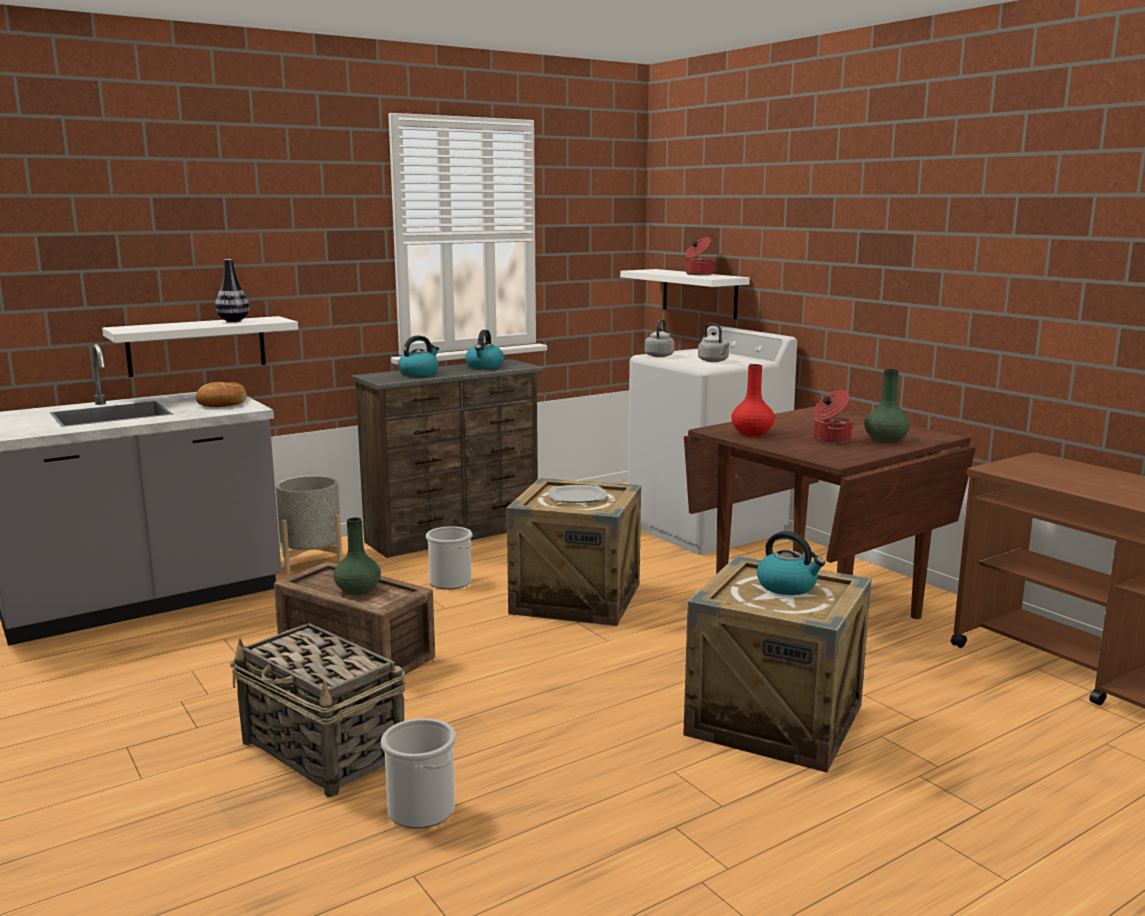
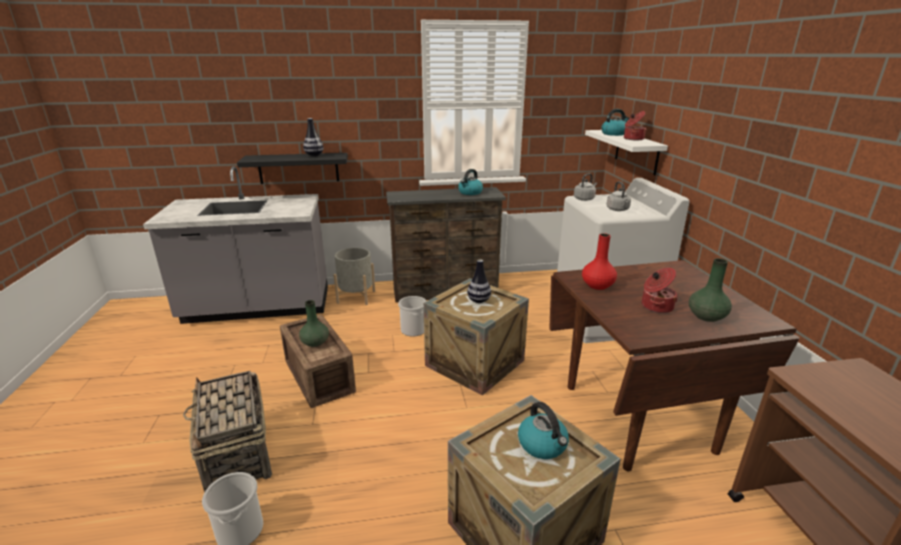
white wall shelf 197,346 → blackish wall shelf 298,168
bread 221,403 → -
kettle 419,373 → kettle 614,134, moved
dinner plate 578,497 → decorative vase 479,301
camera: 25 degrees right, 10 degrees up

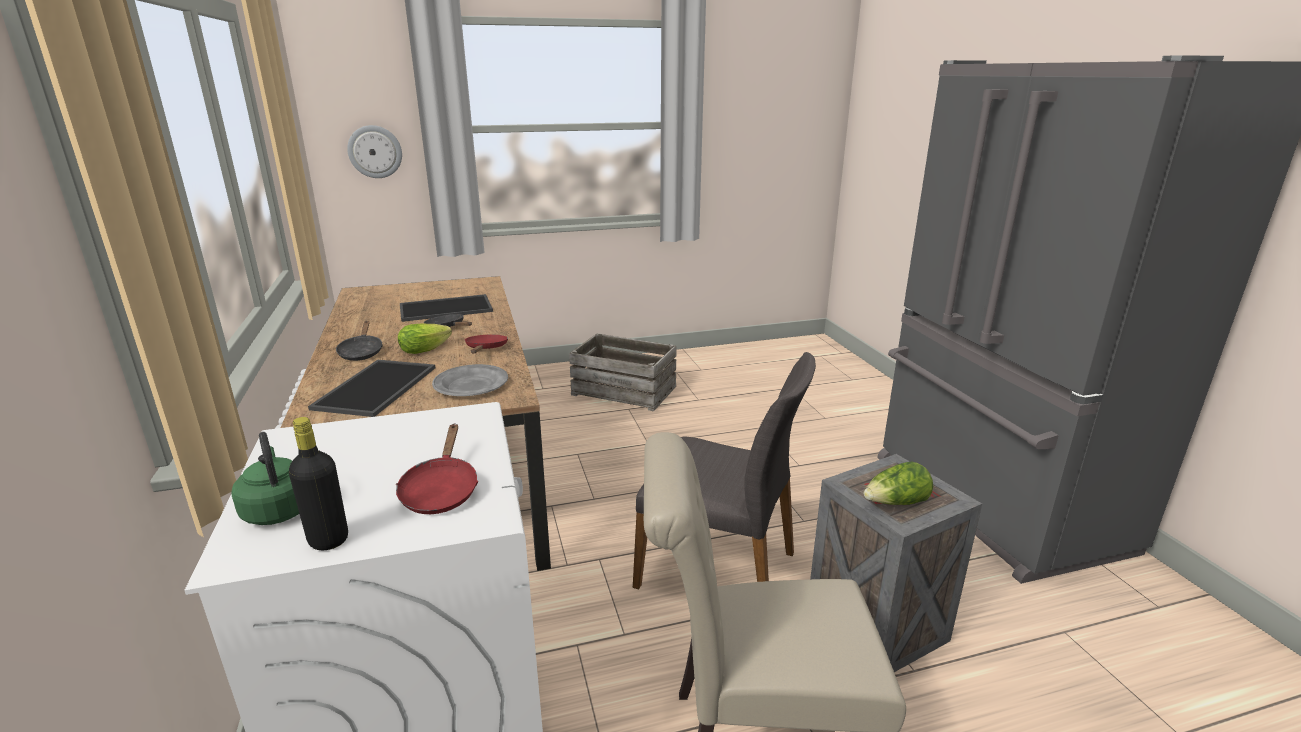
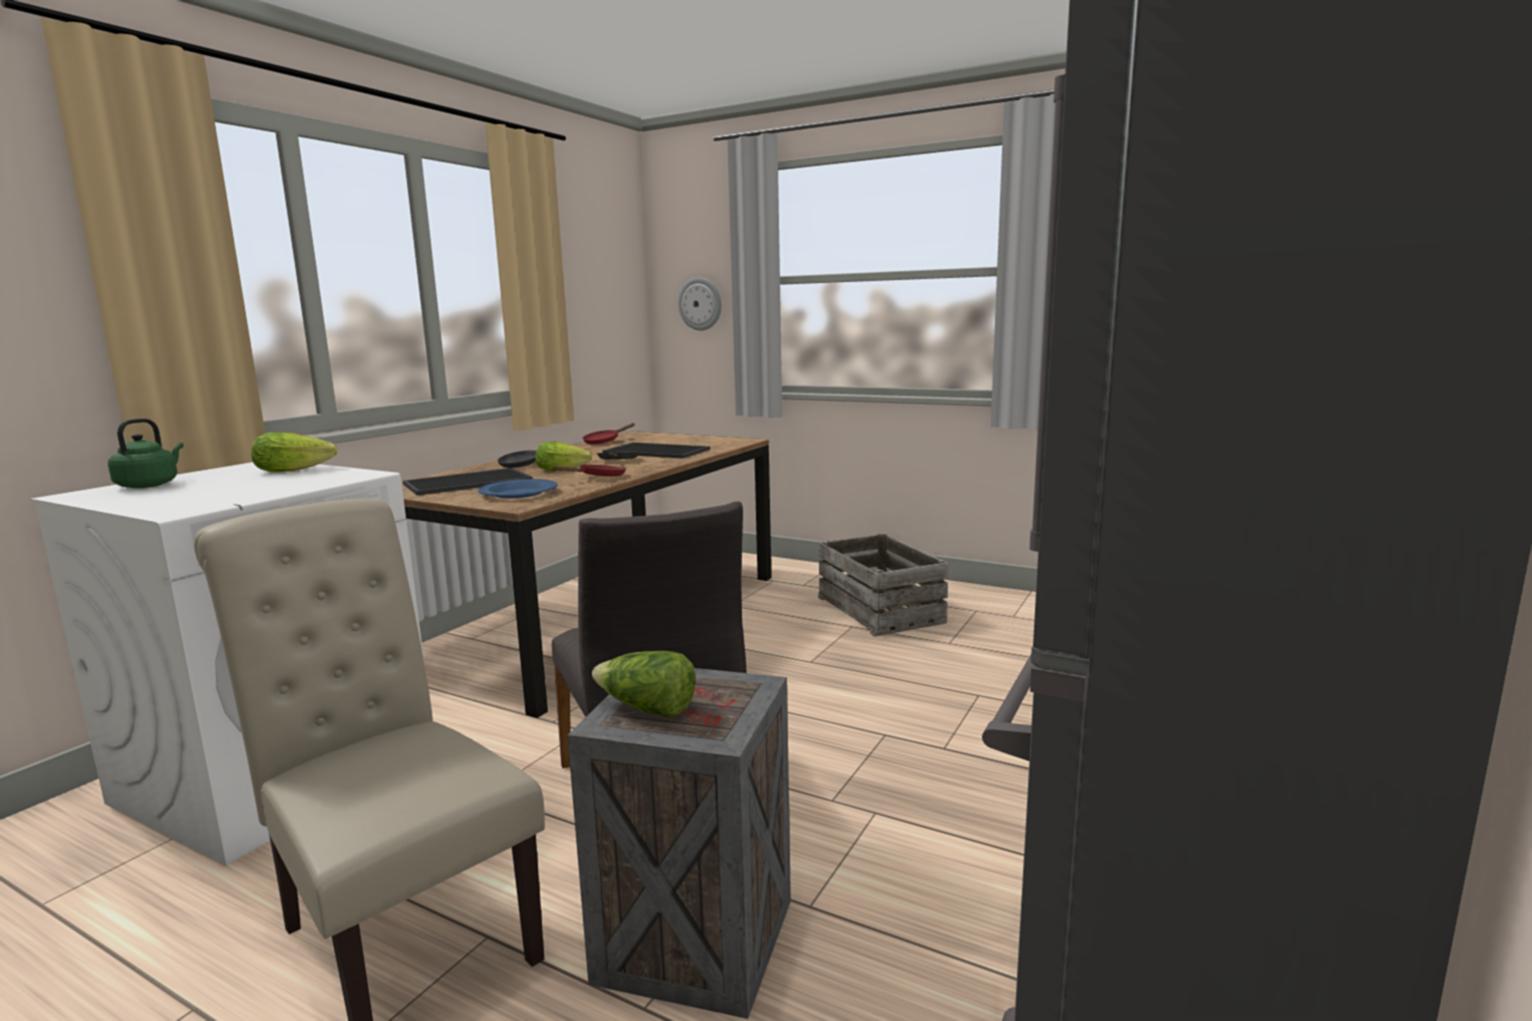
blackish bottle 328,539 → -
red skillet 441,490 → red skillet 604,442, moved
grey dinner plate 470,385 → bluish dinner plate 518,493
- → head of lettuce 298,470
camera: 45 degrees right, 10 degrees down

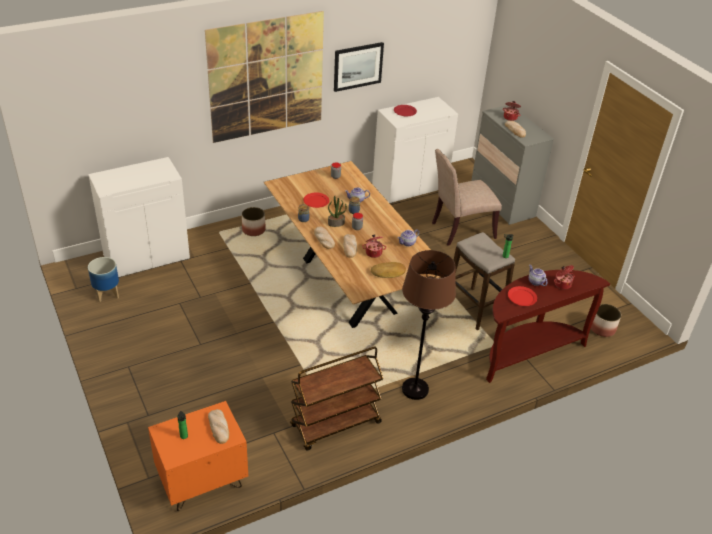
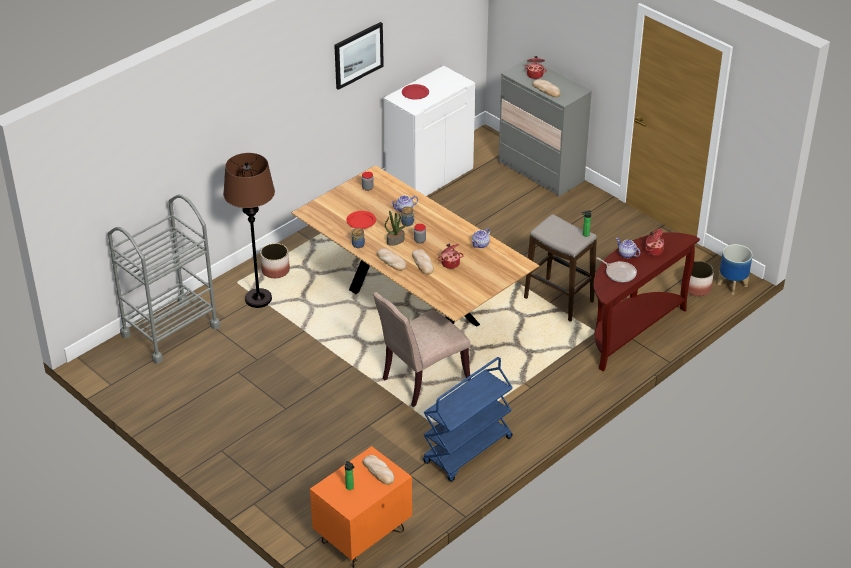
white storage cabinet 147,257 → grey cart 170,330
planter 106,294 → planter 732,285, moved
wall art 267,77 → -
brownish cart 335,425 → bluish cart 467,451
bread 388,272 → -
brownish standard lamp 415,389 → brownish standard lamp 258,299, moved
beige-coloured chair 460,230 → beige-coloured chair 422,380, moved
red dinner plate 522,297 → skillet 619,273
camera: 15 degrees left, 0 degrees up

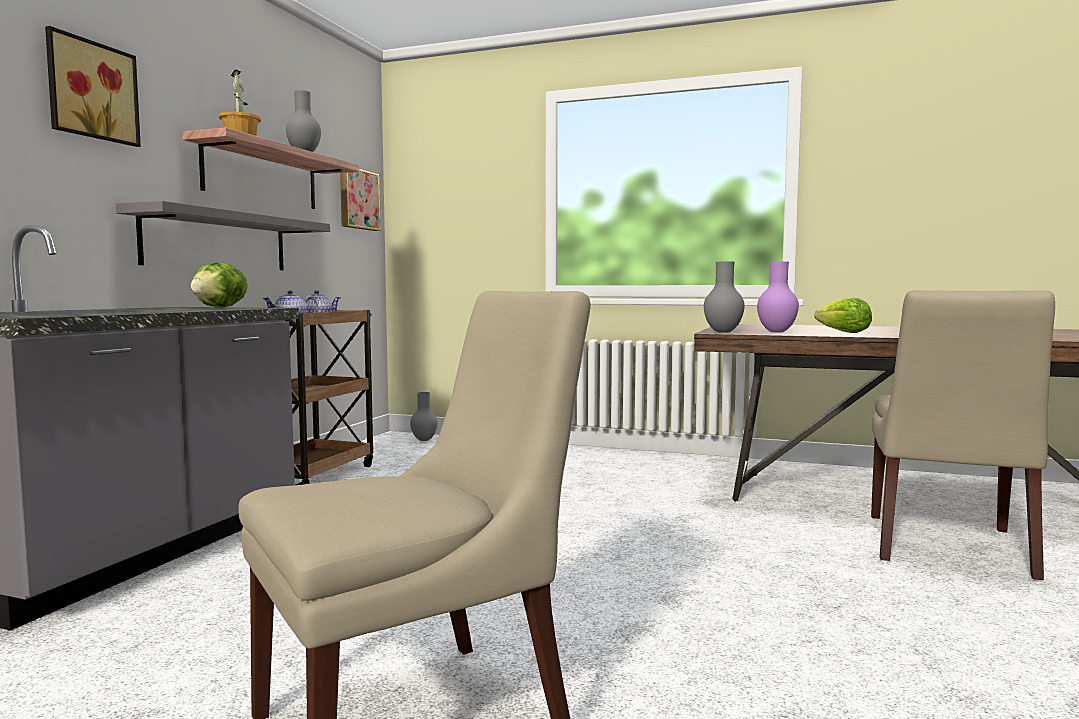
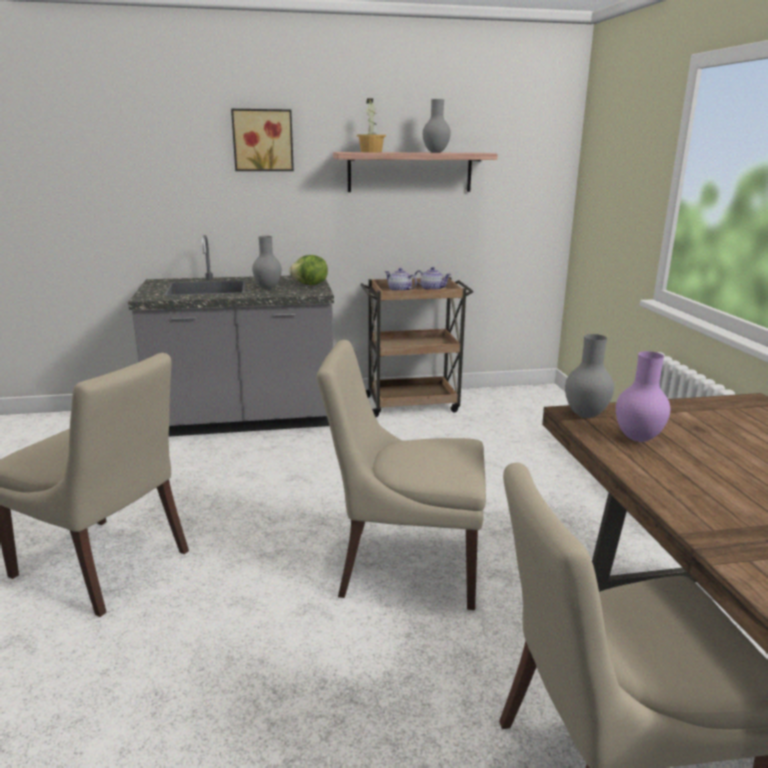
grey wall shelf 218,242 → -
wall art 357,199 → -
grey decorative vase 424,440 → grey decorative vase 268,288, moved
head of lettuce 843,332 → -
- → beige-coloured chair 403,566
camera: 60 degrees right, 15 degrees up

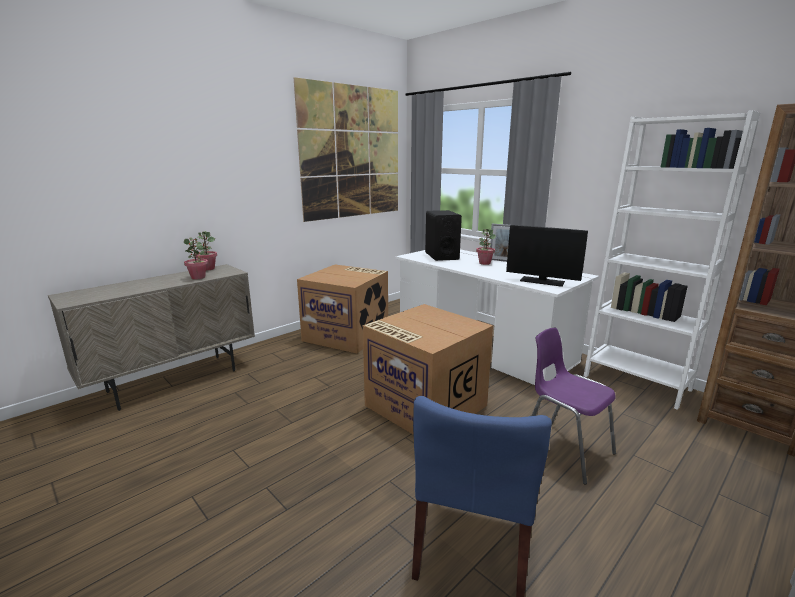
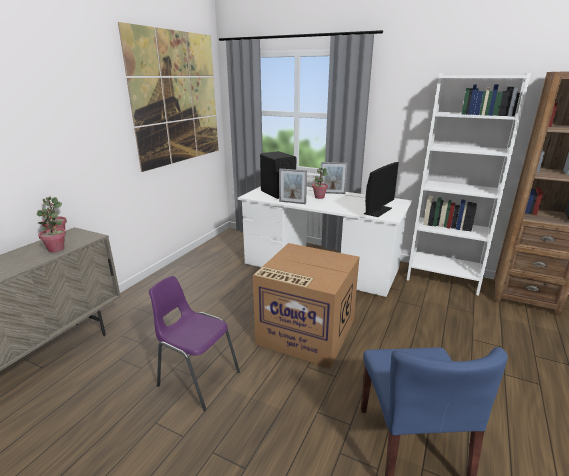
cardboard box 347,335 → -
computer screen 542,281 → computer screen 378,211, 60 degrees counterclockwise
purplish chair 564,449 → purplish chair 197,378, moved
- → photo frame 292,202
camera: 20 degrees left, 5 degrees up

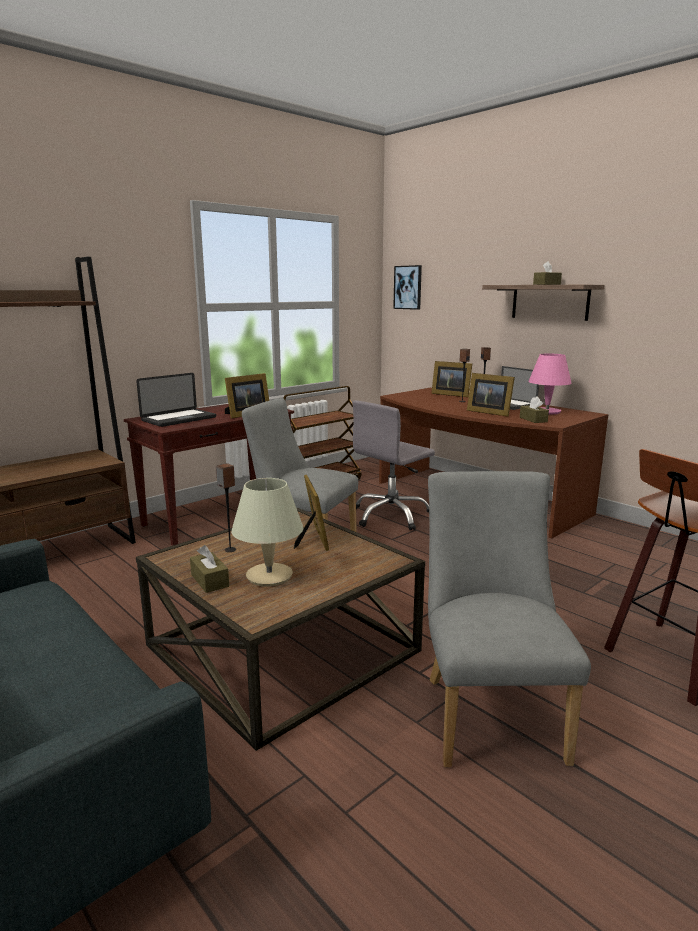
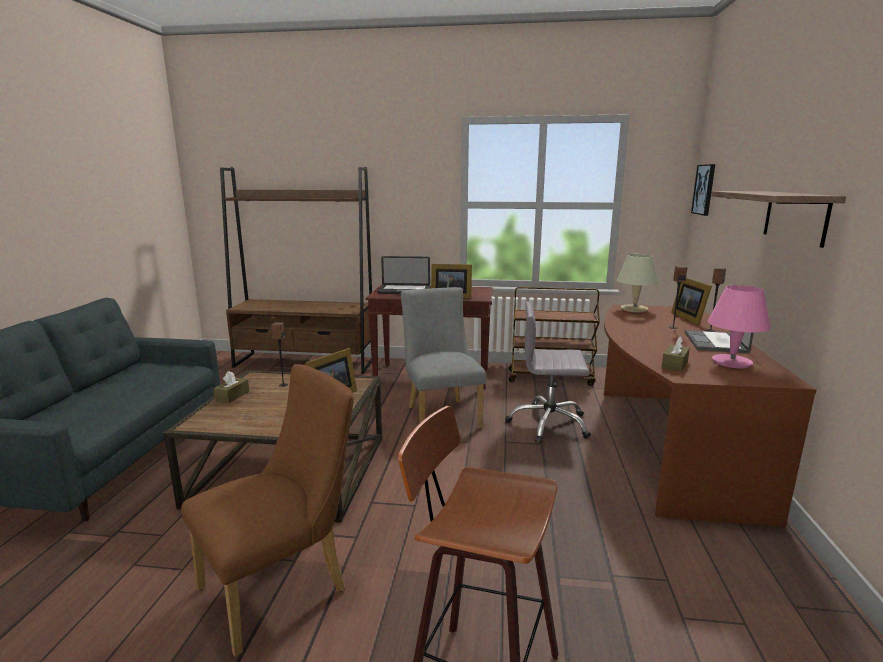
beige-coloured table lamp 269,576 → beige-coloured table lamp 634,309, moved
grey chair 489,711 → brownish chair 283,585
photo frame 488,412 → -
brownish box of tissues 546,284 → -
camera: 50 degrees right, 0 degrees up

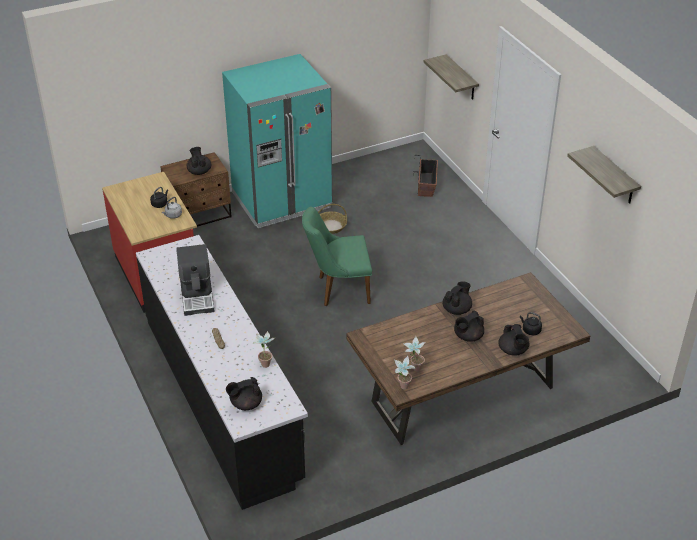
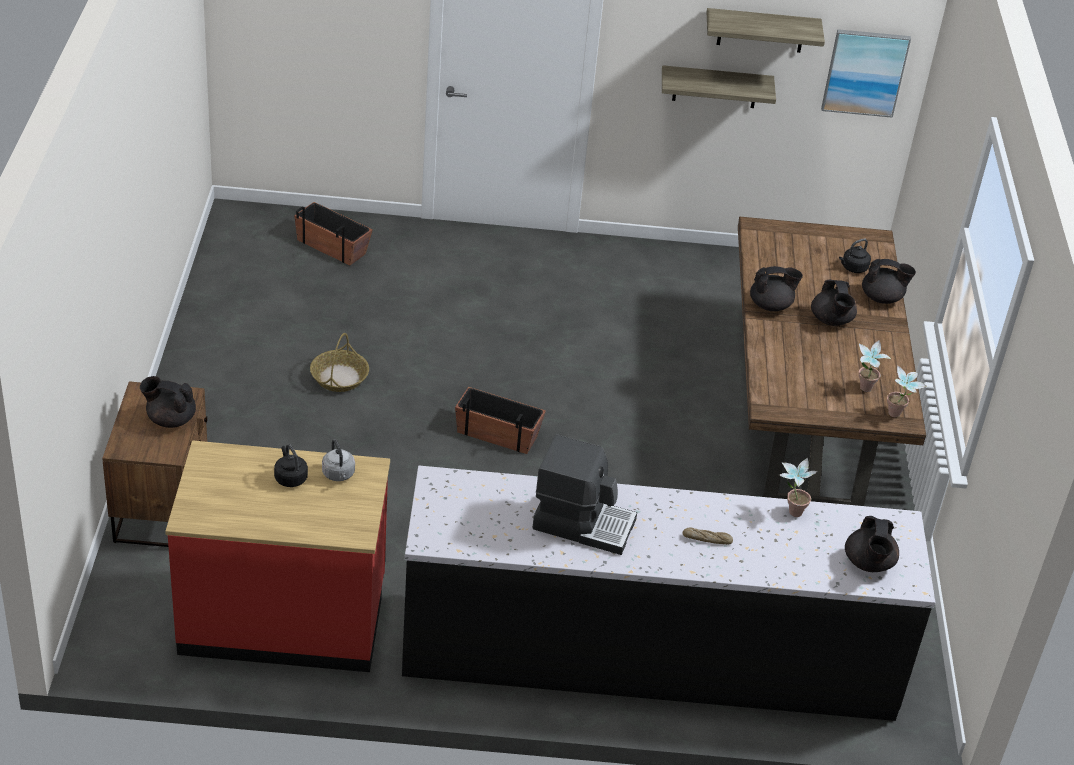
blue-green refrigerator 282,201 → -
green-coloured chair 338,289 → planter 497,434
wall shelf 461,78 → wall shelf 715,87, moved
blackish tea pot 457,309 → blackish tea pot 771,305, 105 degrees clockwise
- → wall art 865,72
camera: 65 degrees left, 0 degrees up

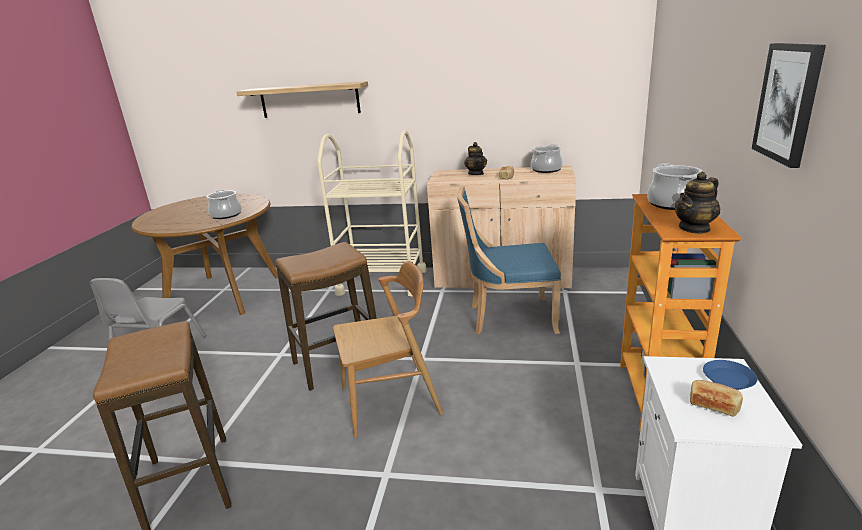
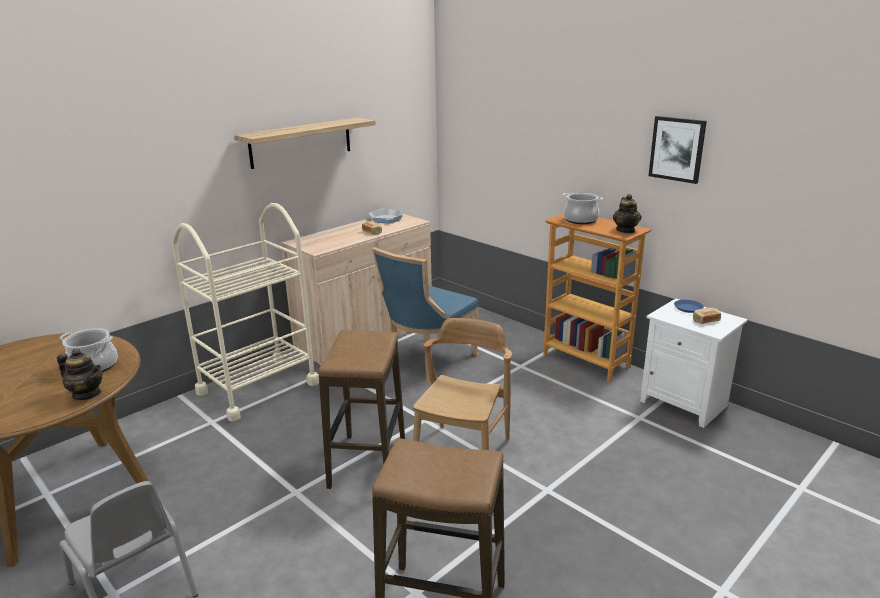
wall shelf 309,100 → wall shelf 301,142, moved
tea pot 476,173 → tea pot 87,394, moved
cooking pot 546,169 → skillet 386,219
camera: 55 degrees left, 0 degrees up

